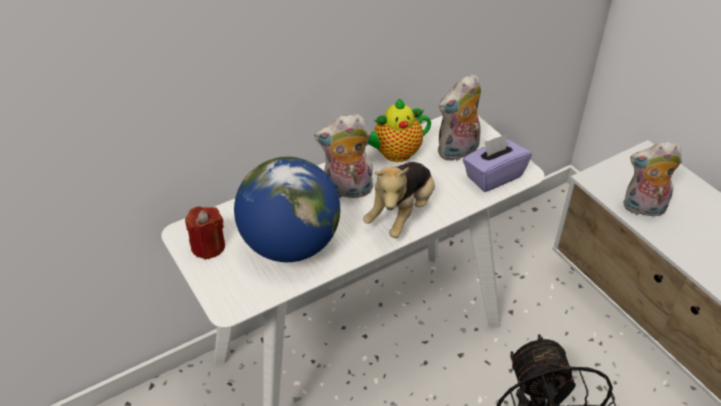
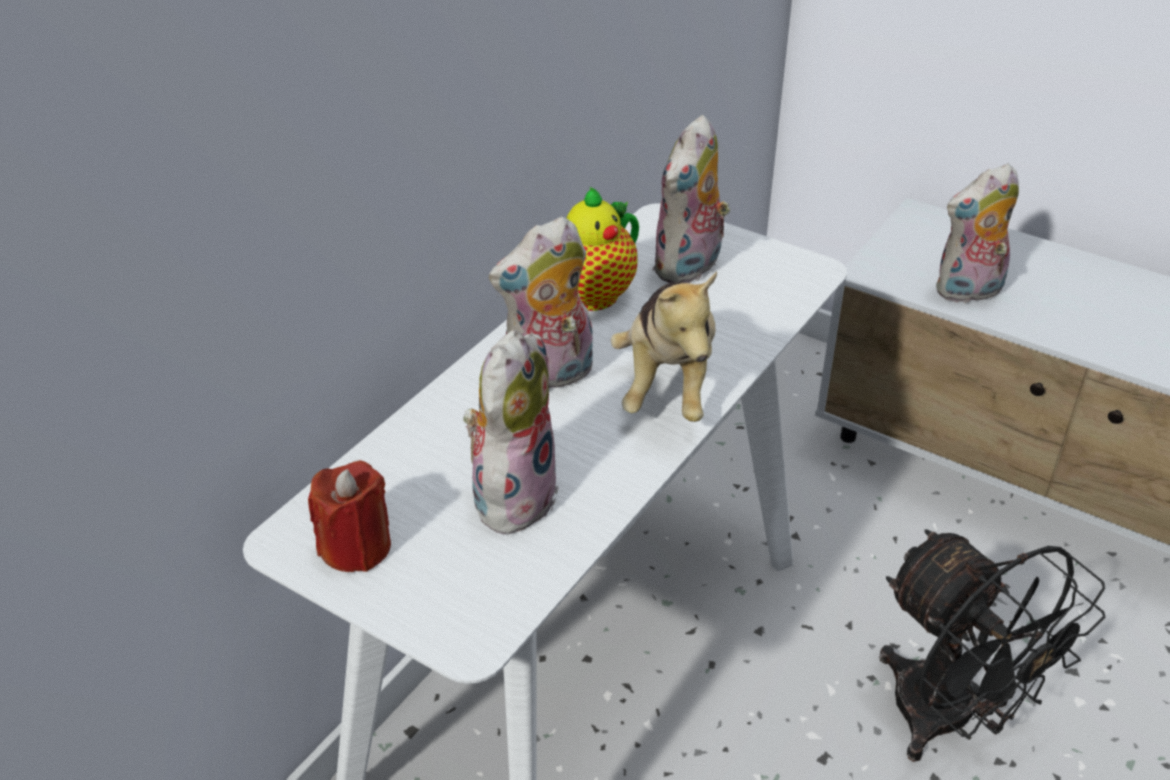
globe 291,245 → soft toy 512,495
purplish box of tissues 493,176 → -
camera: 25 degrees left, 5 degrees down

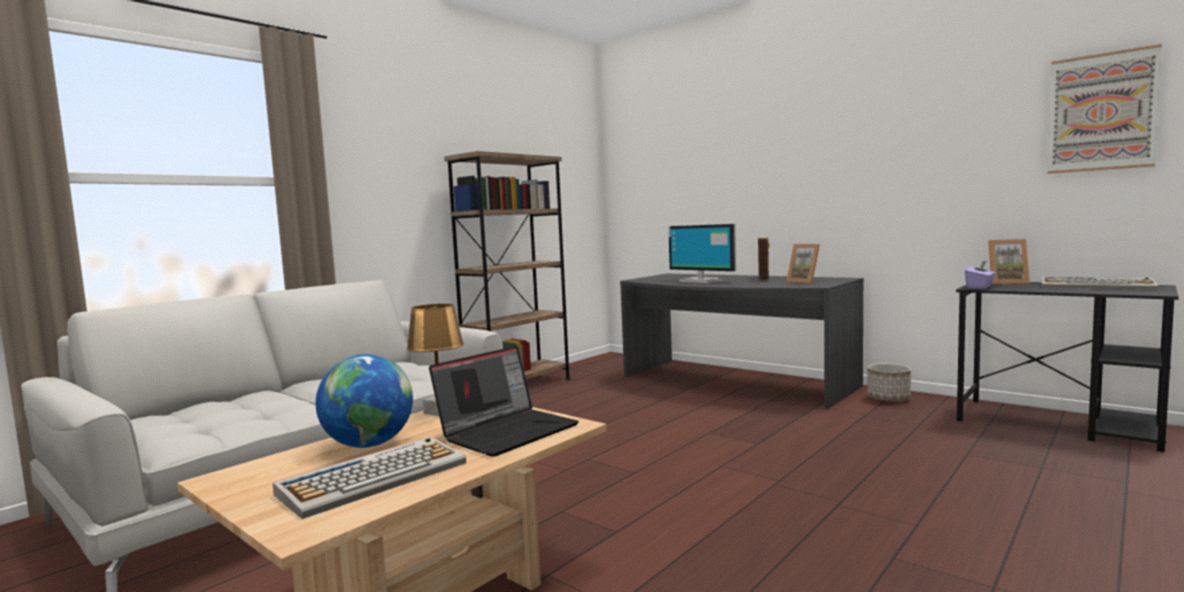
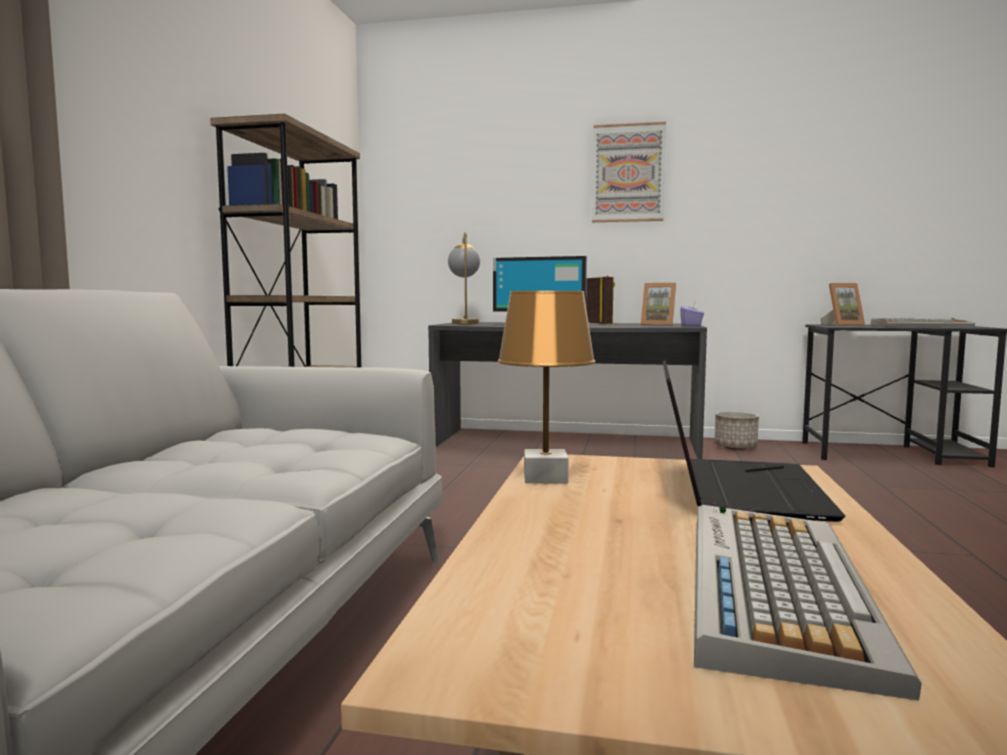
globe 369,445 → -
purplish box of tissues 980,287 → purplish box of tissues 691,326, moved
wall art 1101,112 → wall art 628,173, moved
- → table lamp 464,323
camera: 30 degrees left, 0 degrees up

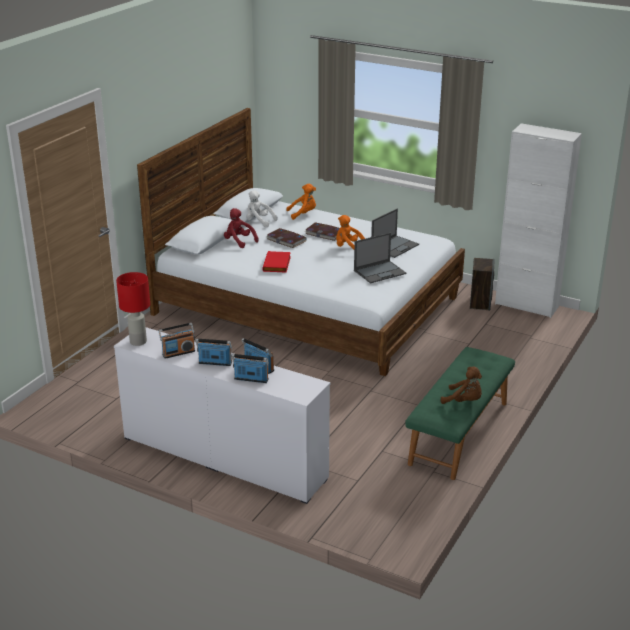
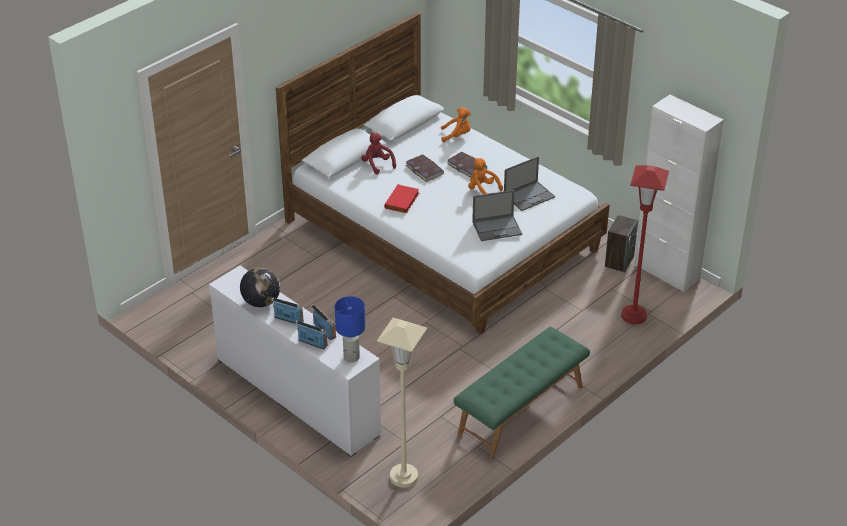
red table lamp 137,342 → -
radio receiver 178,353 → globe 261,302
white soft toy 258,222 → -
brownish soft toy 464,401 → -
- → bluish table lamp 352,357
- → beige-coloured standard lamp 403,477
- → red standard lamp 633,316
camera: 15 degrees right, 10 degrees up

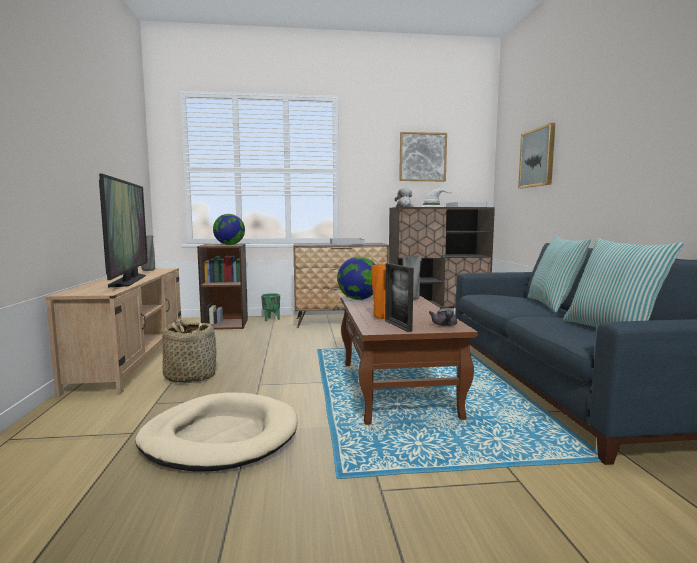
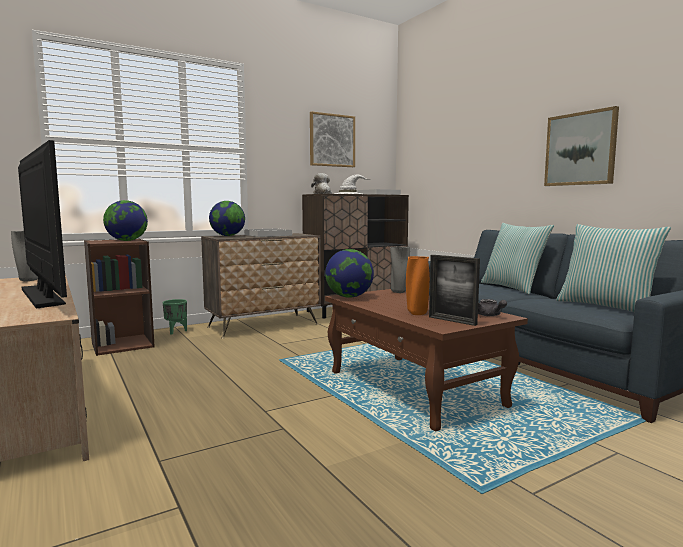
beige-coloured dog bed 220,437 → -
household basket 190,376 → -
wall art 537,157 → wall art 580,149, moved
- → globe 227,236
camera: 25 degrees left, 0 degrees up

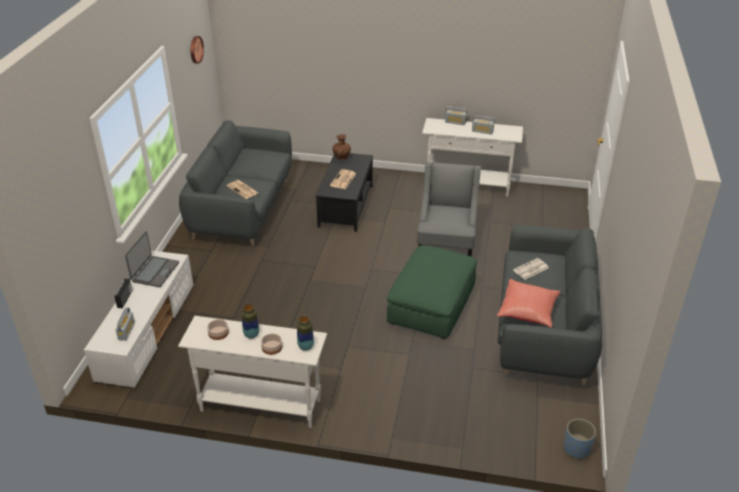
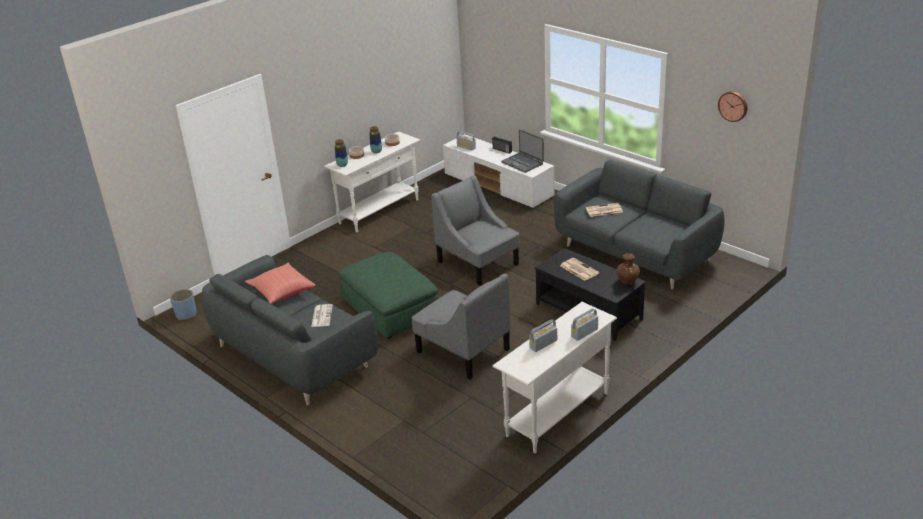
- → grey easy chair 478,263
camera: 125 degrees right, 5 degrees down

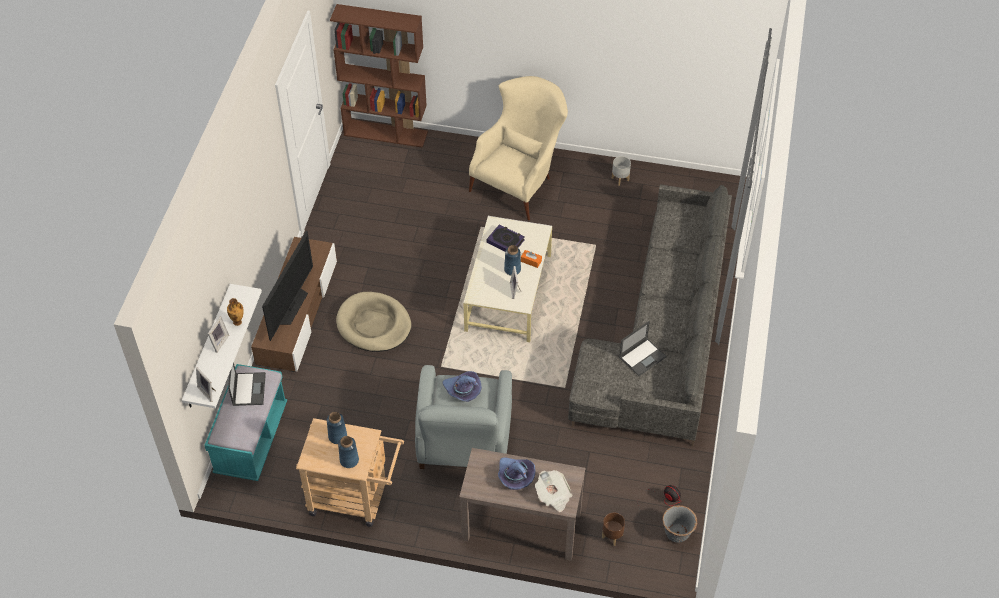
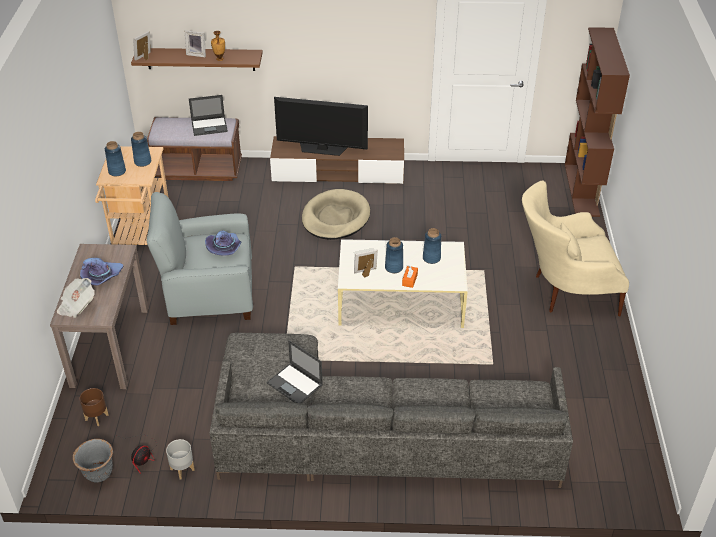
white wall shelf 208,348 → brownish wall shelf 200,59
blue-green long seat 251,439 → brownish long seat 198,170
beige-coloured easy chair 520,180 → beige-coloured easy chair 563,292, 150 degrees clockwise
book 505,241 → bluish decorative vase 431,258
grey planter 620,179 → grey planter 182,469, moved
camera: 80 degrees right, 10 degrees down

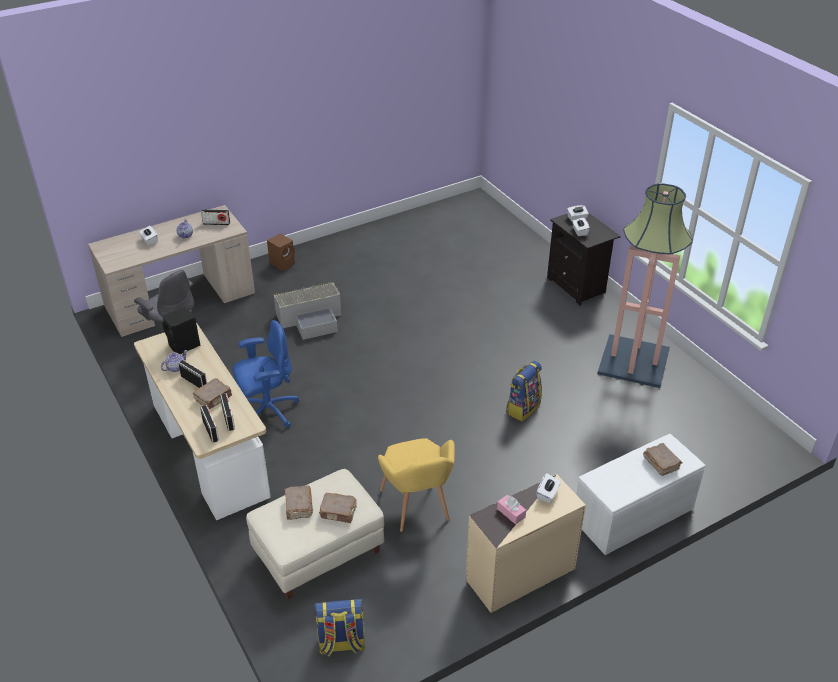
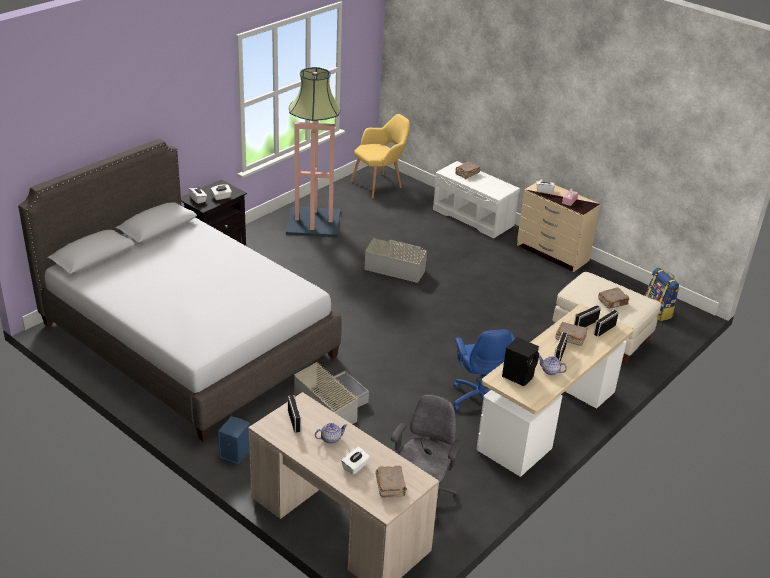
bluish desk chair 267,411 → bluish desk chair 479,399, 150 degrees counterclockwise
brownish loudspeaker 283,263 → bluish loudspeaker 234,453
brownish book 338,512 → brownish book 390,486, moved
yellow-coloured easy chair 417,509 → yellow-coloured easy chair 380,185, moved
knapsack 523,408 → grey storage box 396,266
- → grey bed 188,340
camera: 110 degrees left, 5 degrees down

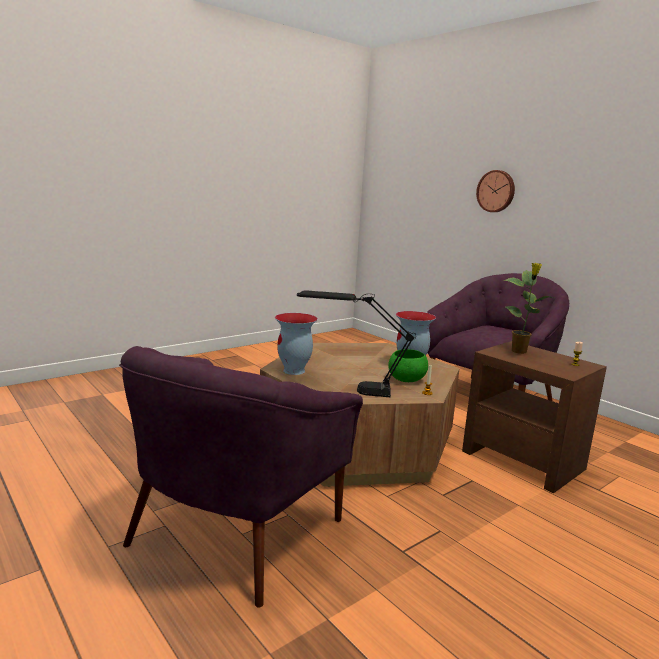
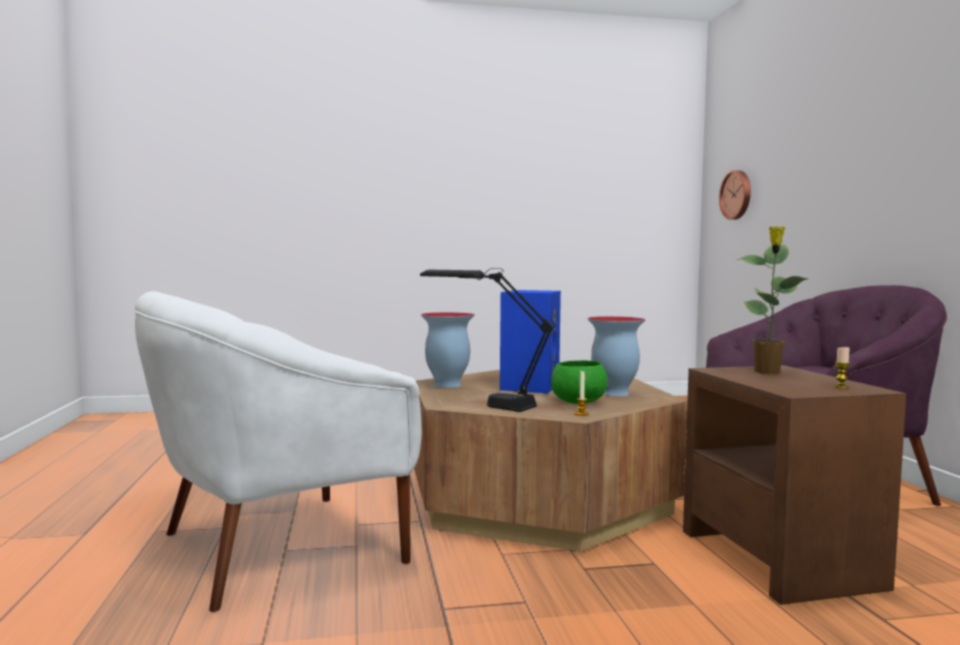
purplish easy chair 234,532 → white easy chair 279,546
wall clock 496,191 → wall clock 737,195, moved
- → bluish loudspeaker 529,386
camera: 30 degrees right, 10 degrees down

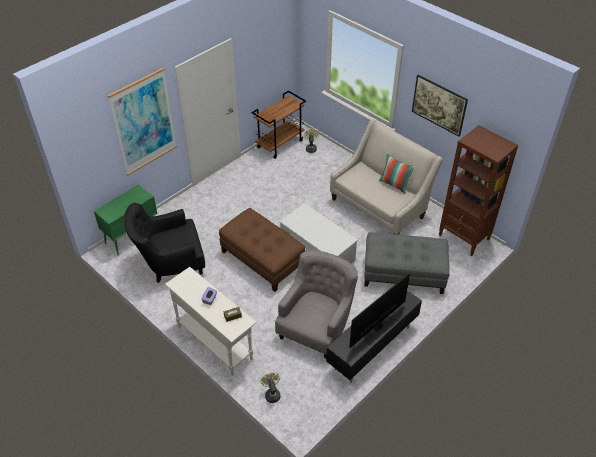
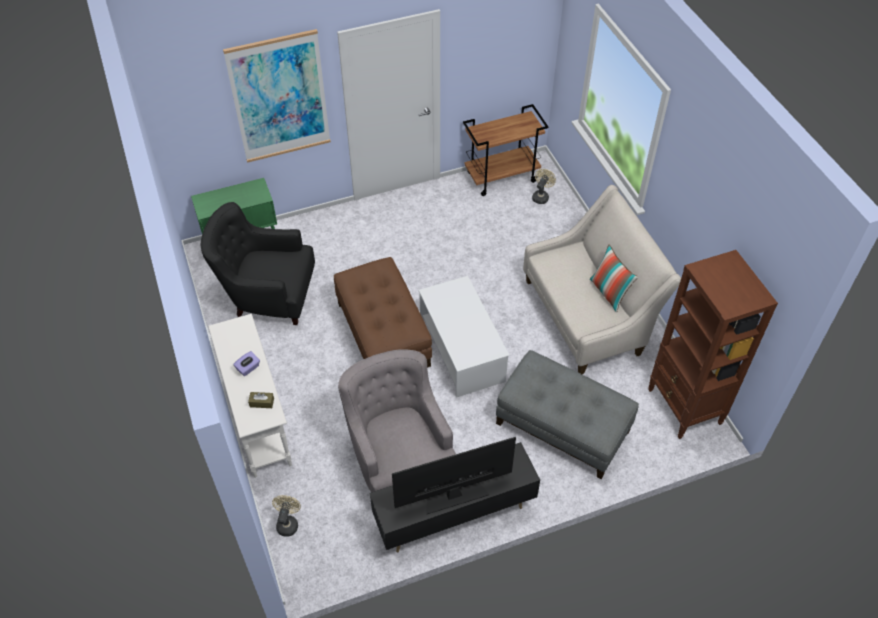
grey easy chair 316,326 → grey easy chair 399,454, 75 degrees counterclockwise
wall art 437,114 → -
camera: 25 degrees right, 5 degrees up

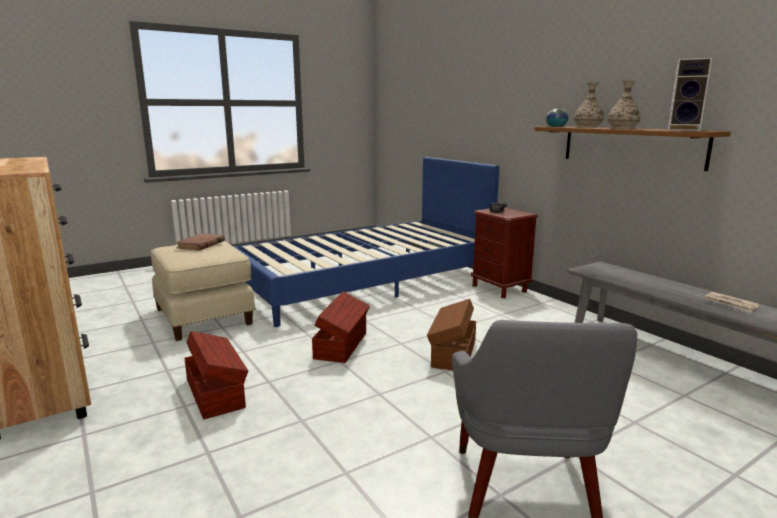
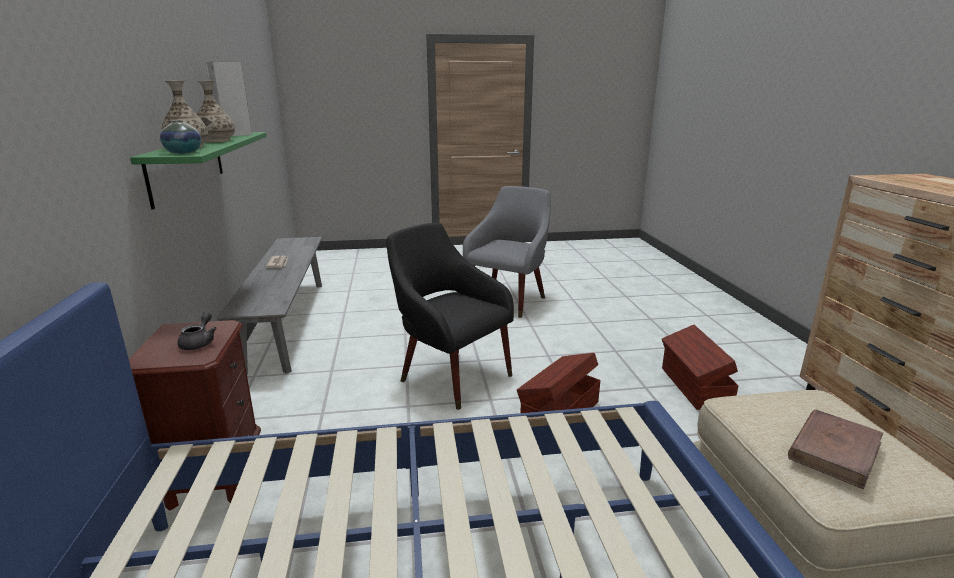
brownish storage box 452,353 → blackish easy chair 451,375
brownish wall shelf 631,146 → green-coloured wall shelf 187,165
camera: 155 degrees left, 5 degrees up

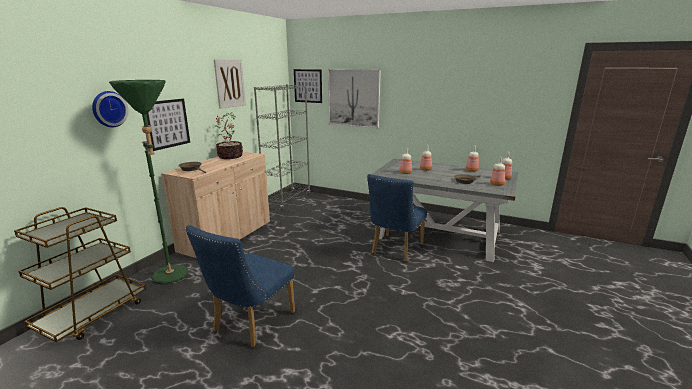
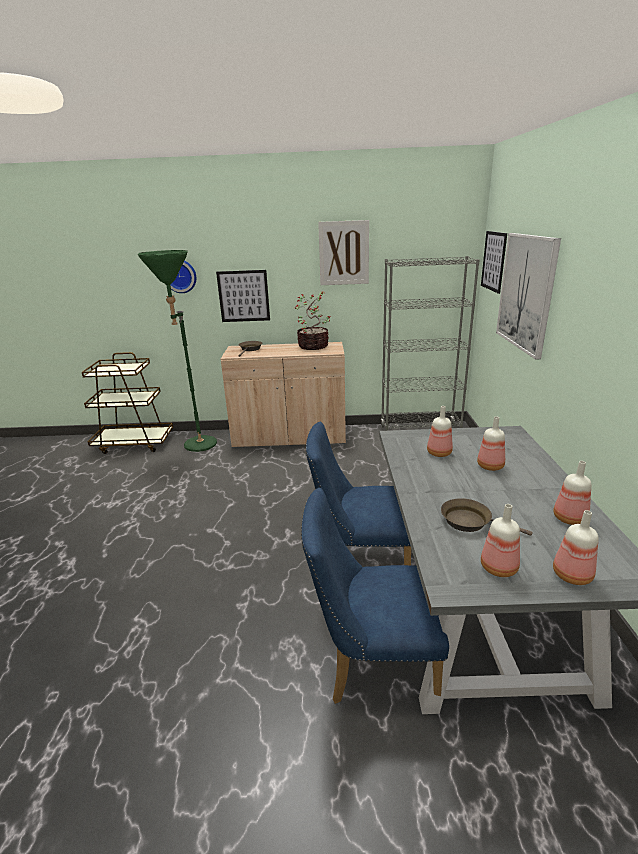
bluish chair 249,324 → bluish chair 372,665, moved
camera: 65 degrees right, 5 degrees up

